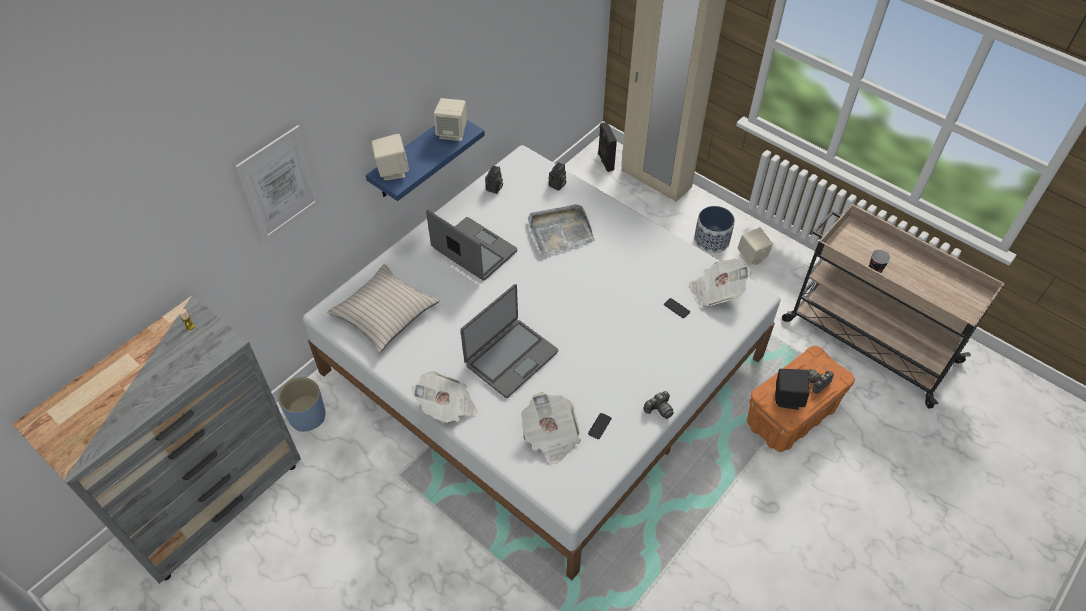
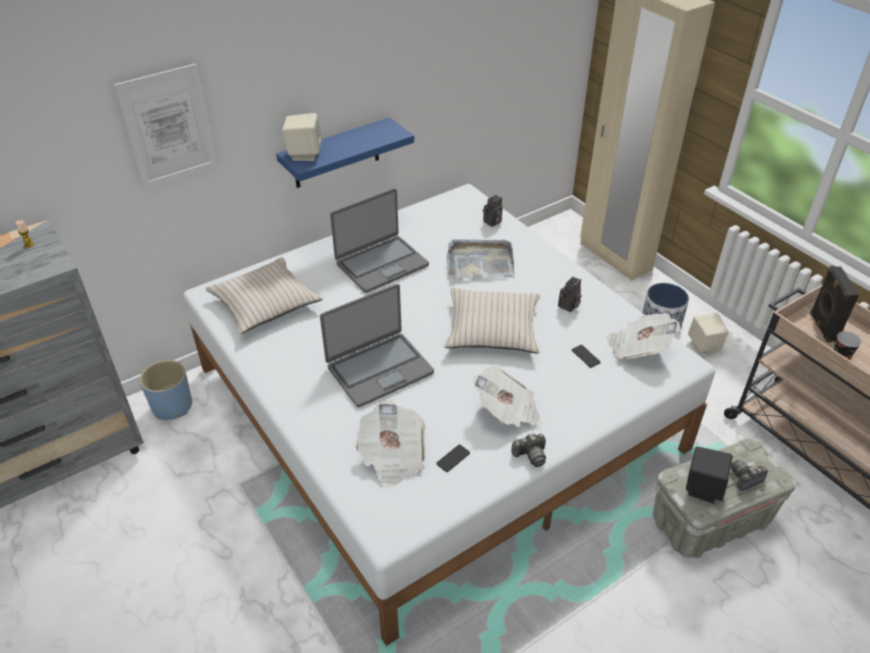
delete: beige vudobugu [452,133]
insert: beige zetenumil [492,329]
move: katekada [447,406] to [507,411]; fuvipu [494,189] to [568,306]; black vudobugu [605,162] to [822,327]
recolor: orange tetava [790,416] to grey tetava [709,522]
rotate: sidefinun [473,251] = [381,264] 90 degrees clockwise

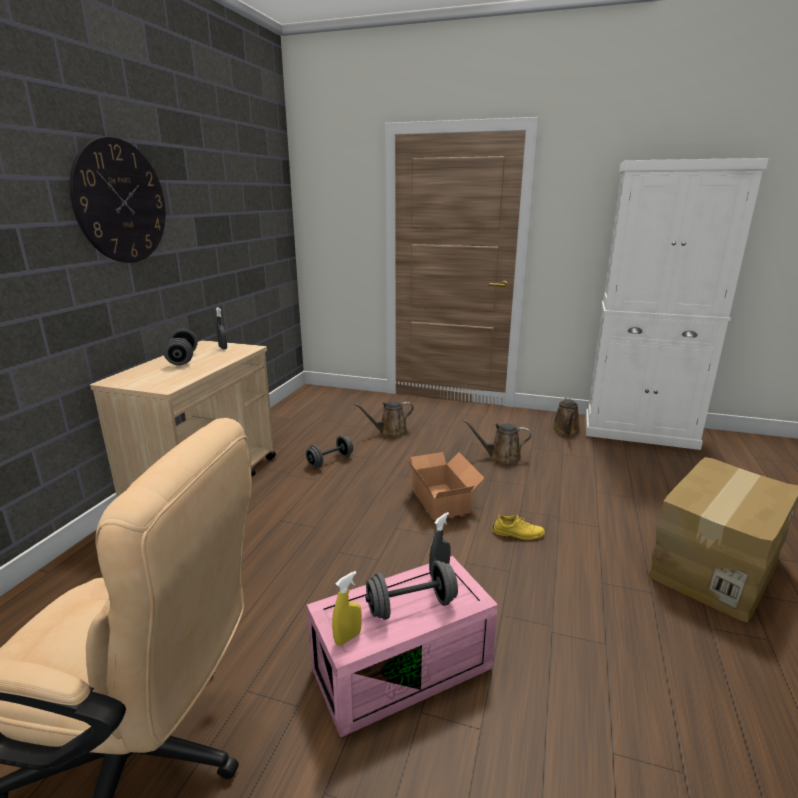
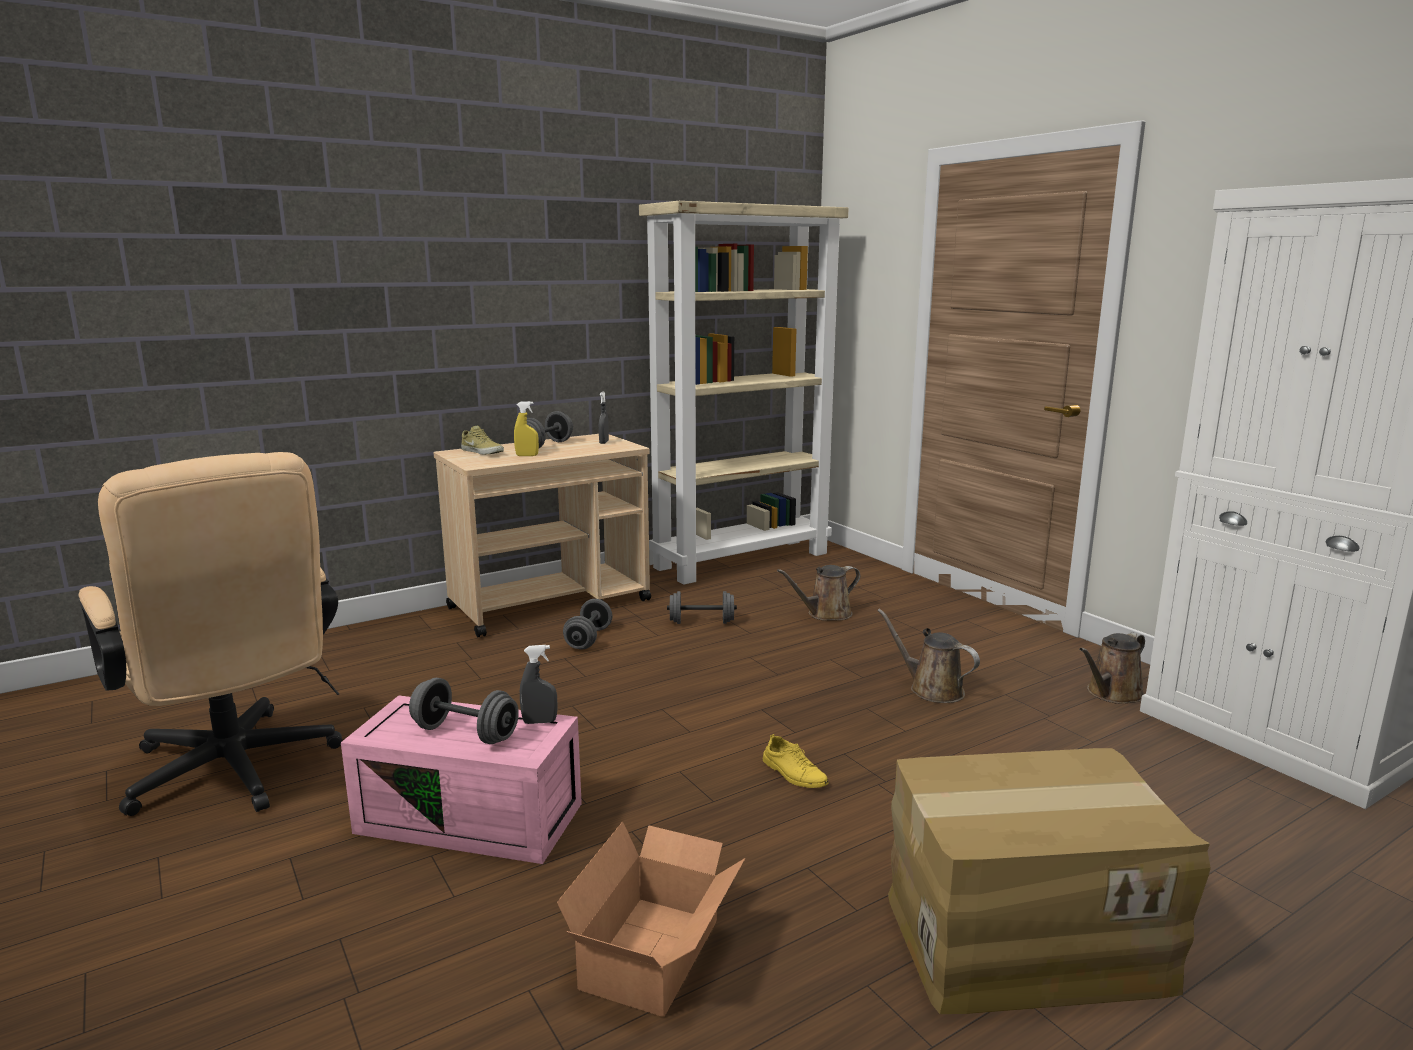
delete: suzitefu [121,202]
insert: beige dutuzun [483,452]; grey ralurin [588,639]; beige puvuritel [742,560]
move: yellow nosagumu [348,638] to [527,455]; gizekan [442,500] to [657,953]
rotate: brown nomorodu [390,432] = [825,614] 45 degrees counterclockwise

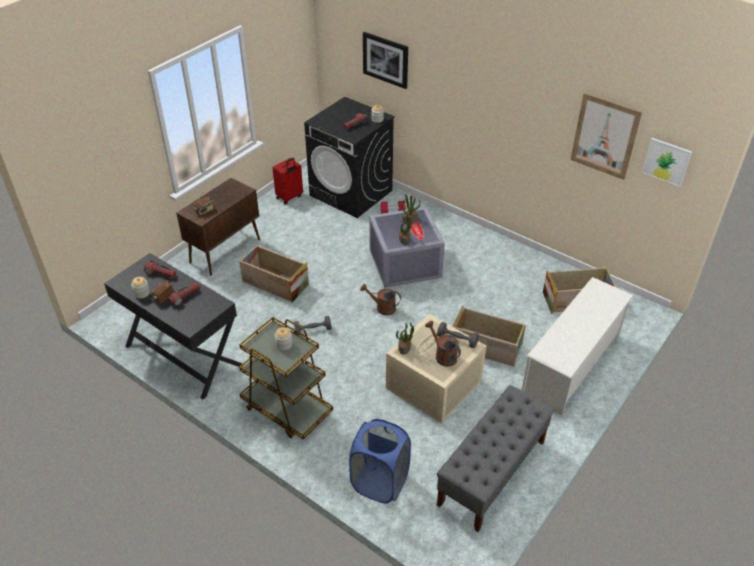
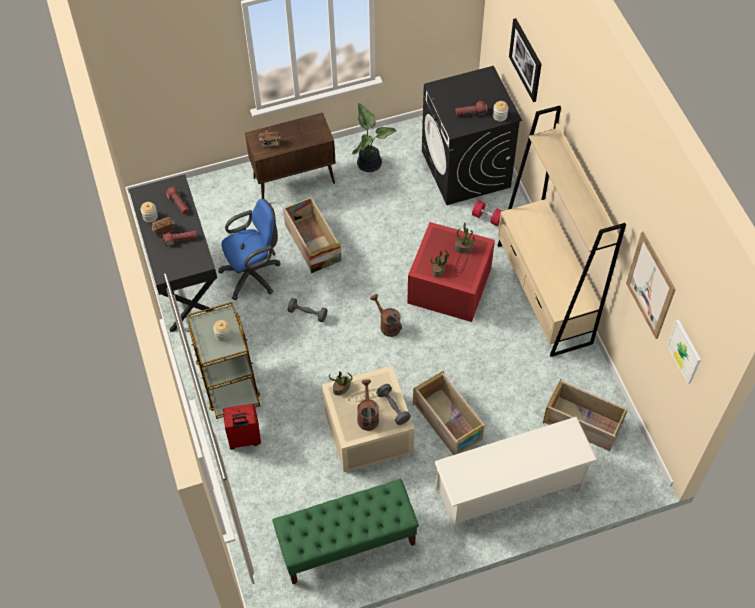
delete: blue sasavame [380,482]
insert: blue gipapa [254,274]; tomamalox [370,163]; beige puvuritel [544,293]
move: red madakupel [289,197] to [244,439]
recolor: grey tetava [403,263] to red tetava [448,284]; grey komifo [492,473] to green komifo [346,543]

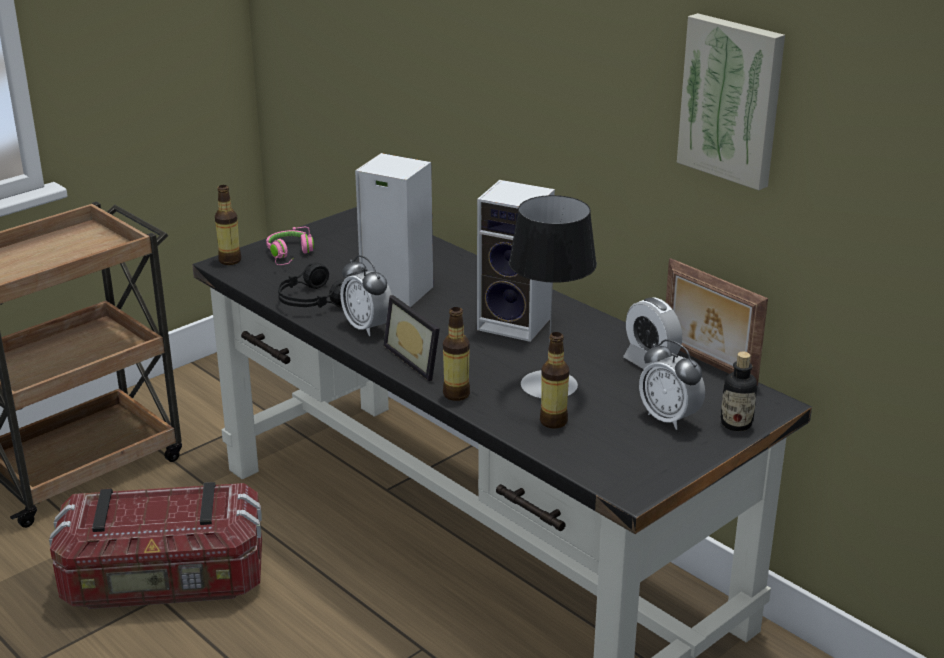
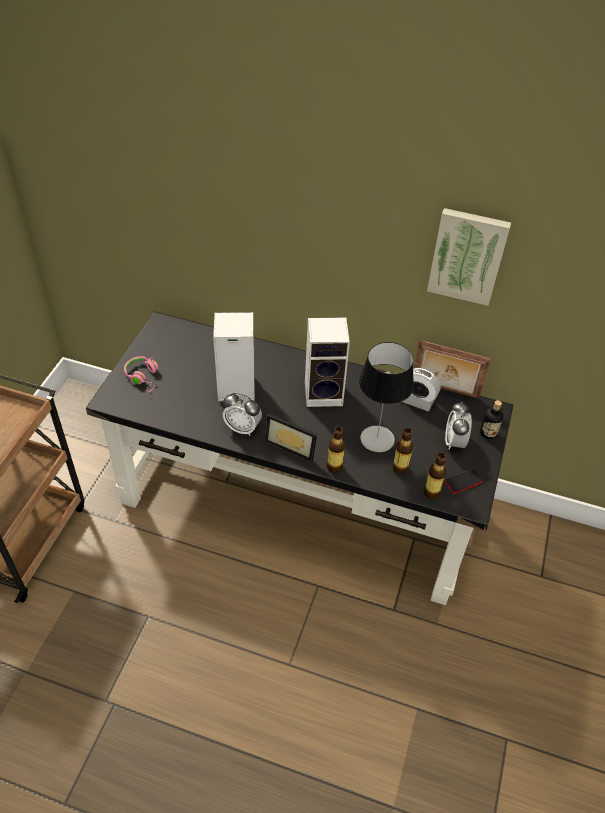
delete: tetava [165,583]; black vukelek [312,301]
insert: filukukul [463,481]
move: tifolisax [230,260] to [431,492]
rotate: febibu [669,418] = [454,442] 75 degrees clockwise

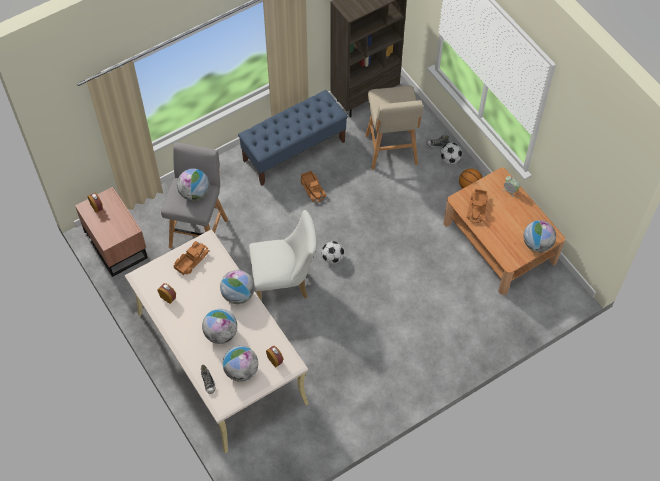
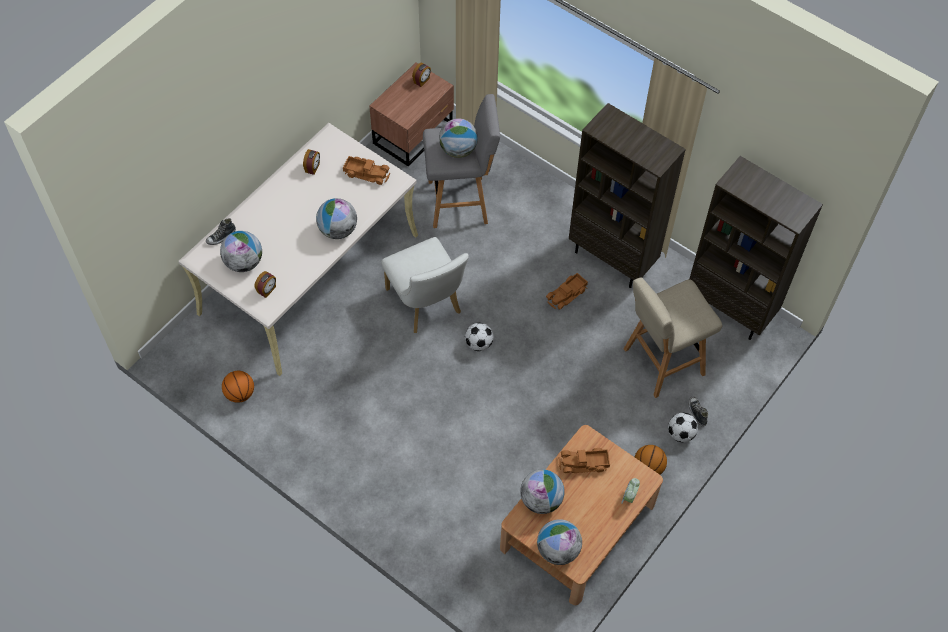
insert: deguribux [240,393]
move: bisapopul [221,333] to [541,500]
replace: blue komifo [294,151] to brown puvuritel [613,259]

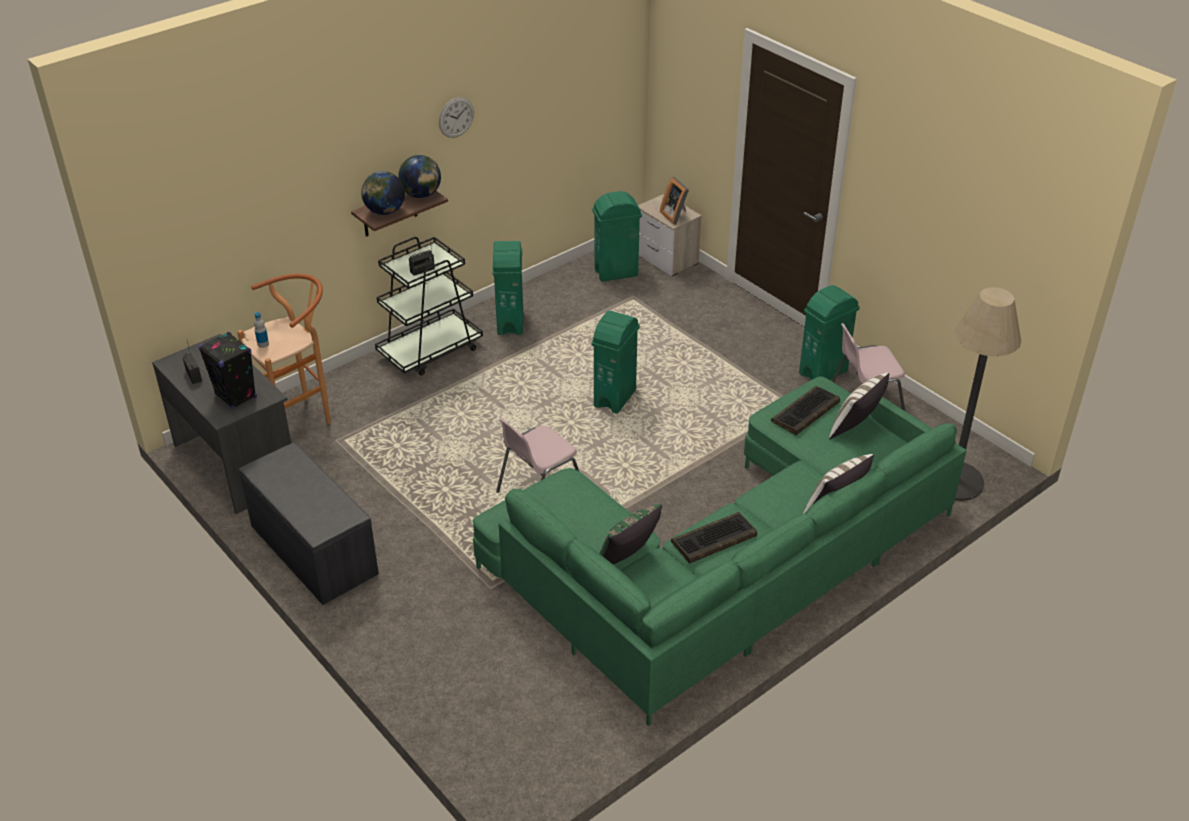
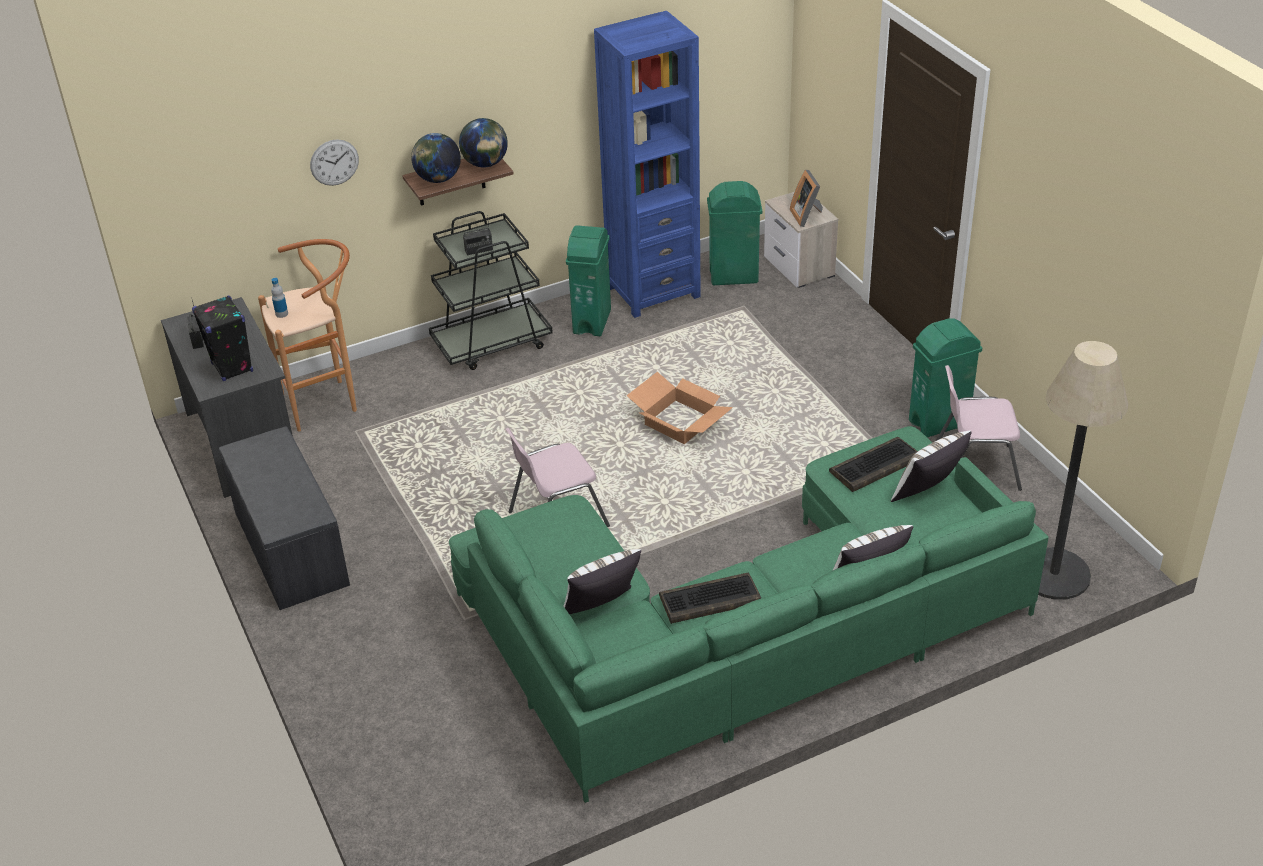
insert: blue puvuritel [653,291]
move: suzitefu [456,117] to [334,162]
replace: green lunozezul [615,398] to gizekan [681,422]
recolor: green zetenumil [627,562] to white zetenumil [602,611]

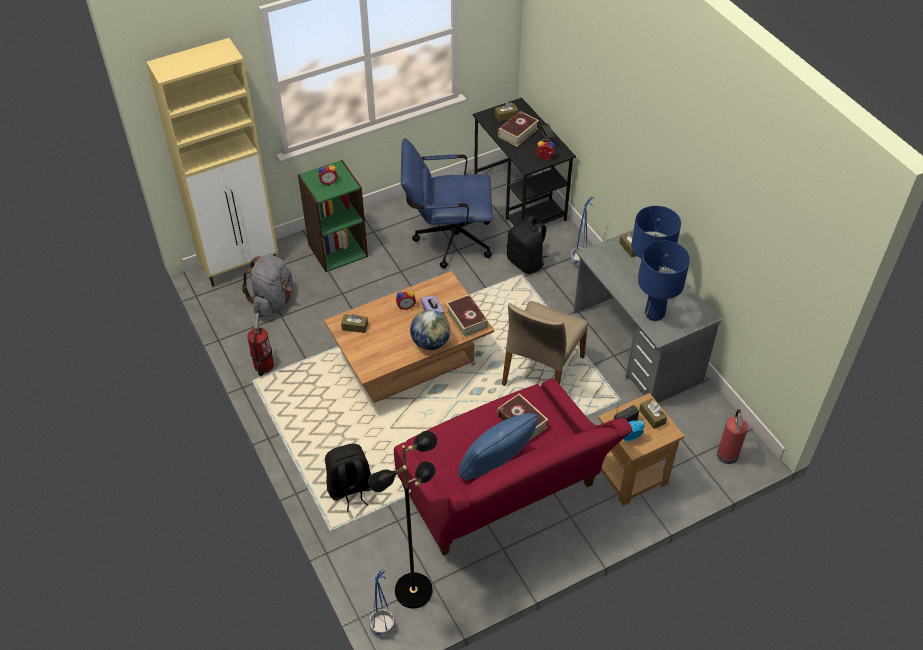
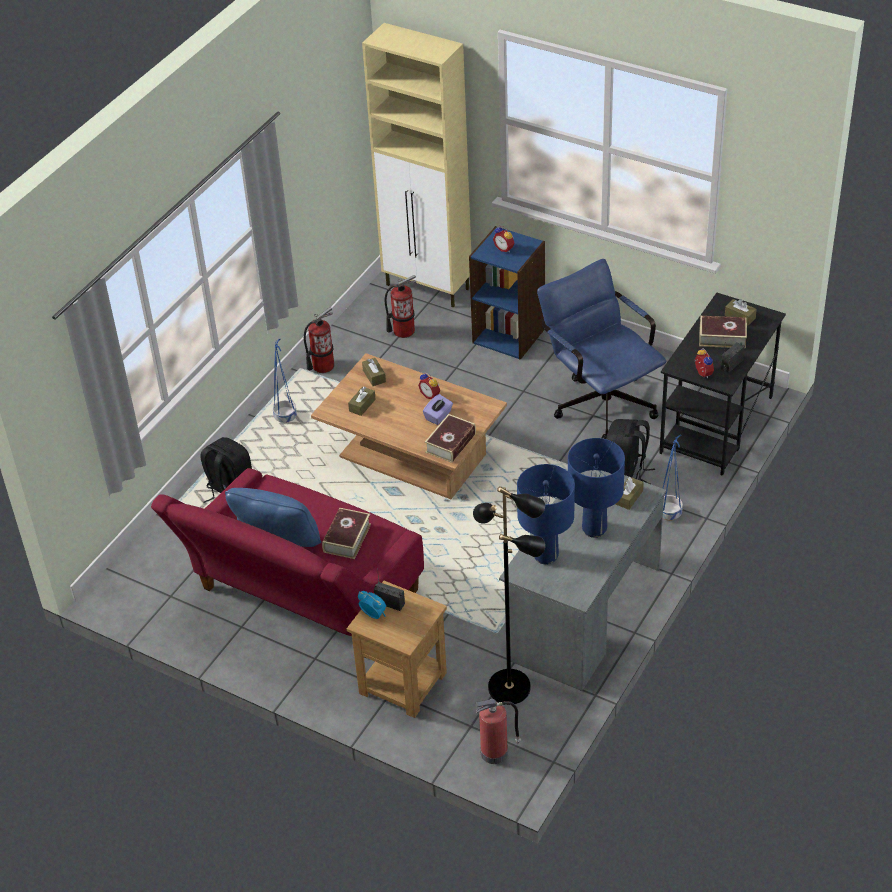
delete: bisapopul [430,342]; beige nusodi [541,371]
move: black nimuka [413,590] to [510,687]; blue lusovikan [383,626] to [286,417]; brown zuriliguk [652,417] to [362,405]
replace: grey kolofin [273,302] to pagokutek [403,331]
recolor: green puvuritel [337,250] to blue puvuritel [509,335]

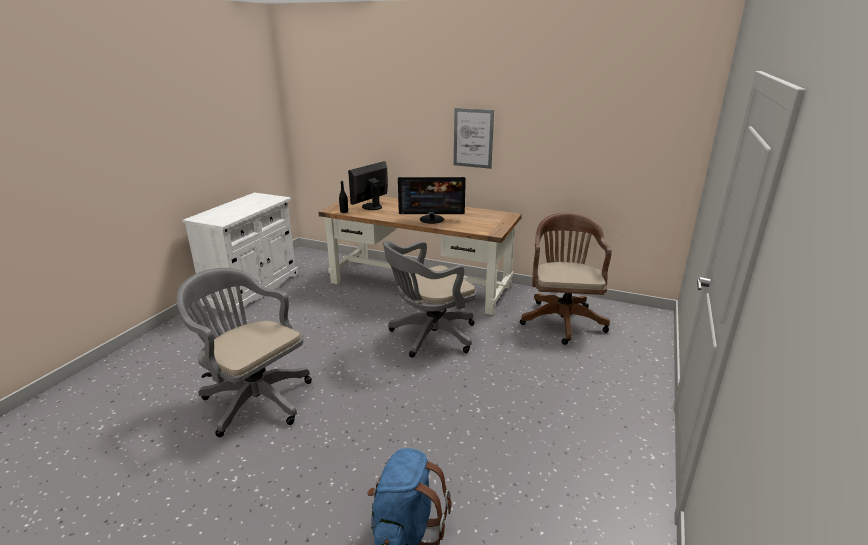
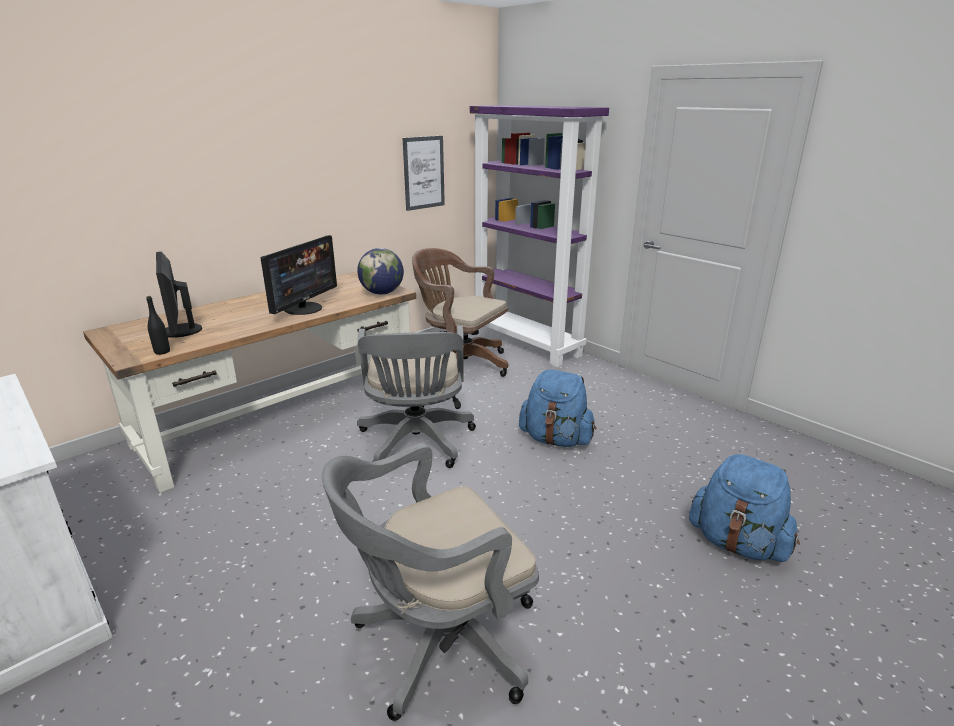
insert: bisapopul [382,293]; purple puvuritel [528,344]; blue kolofin [556,439]
move: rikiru [473,138] to [424,173]

